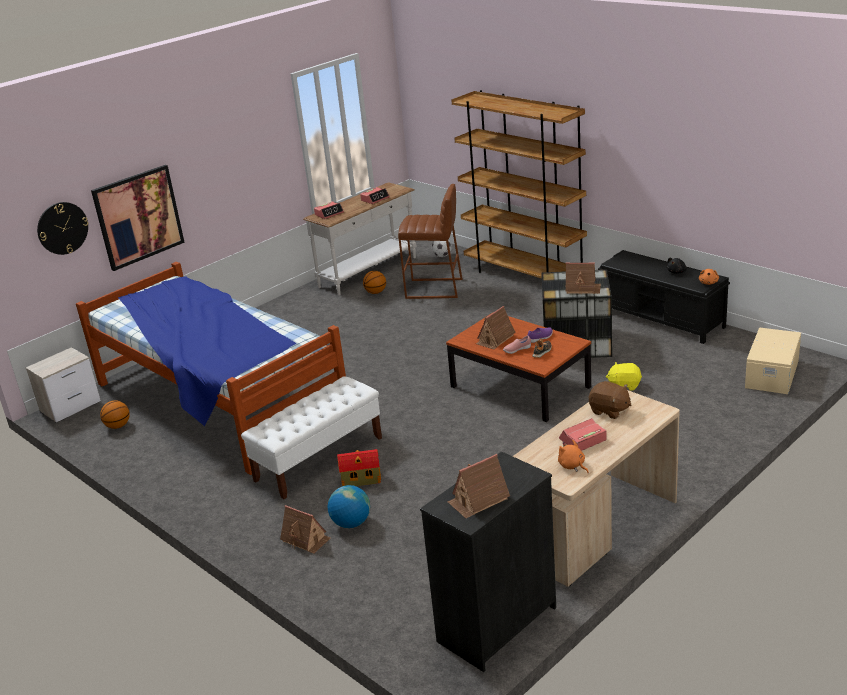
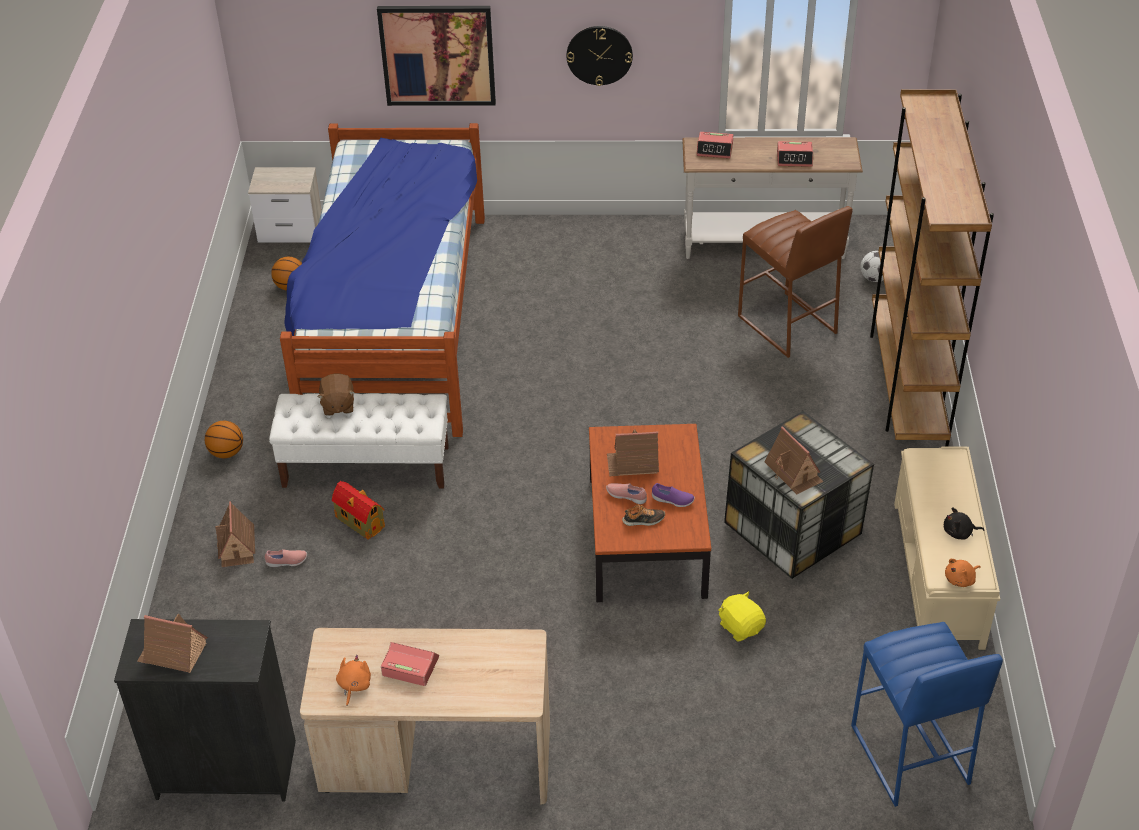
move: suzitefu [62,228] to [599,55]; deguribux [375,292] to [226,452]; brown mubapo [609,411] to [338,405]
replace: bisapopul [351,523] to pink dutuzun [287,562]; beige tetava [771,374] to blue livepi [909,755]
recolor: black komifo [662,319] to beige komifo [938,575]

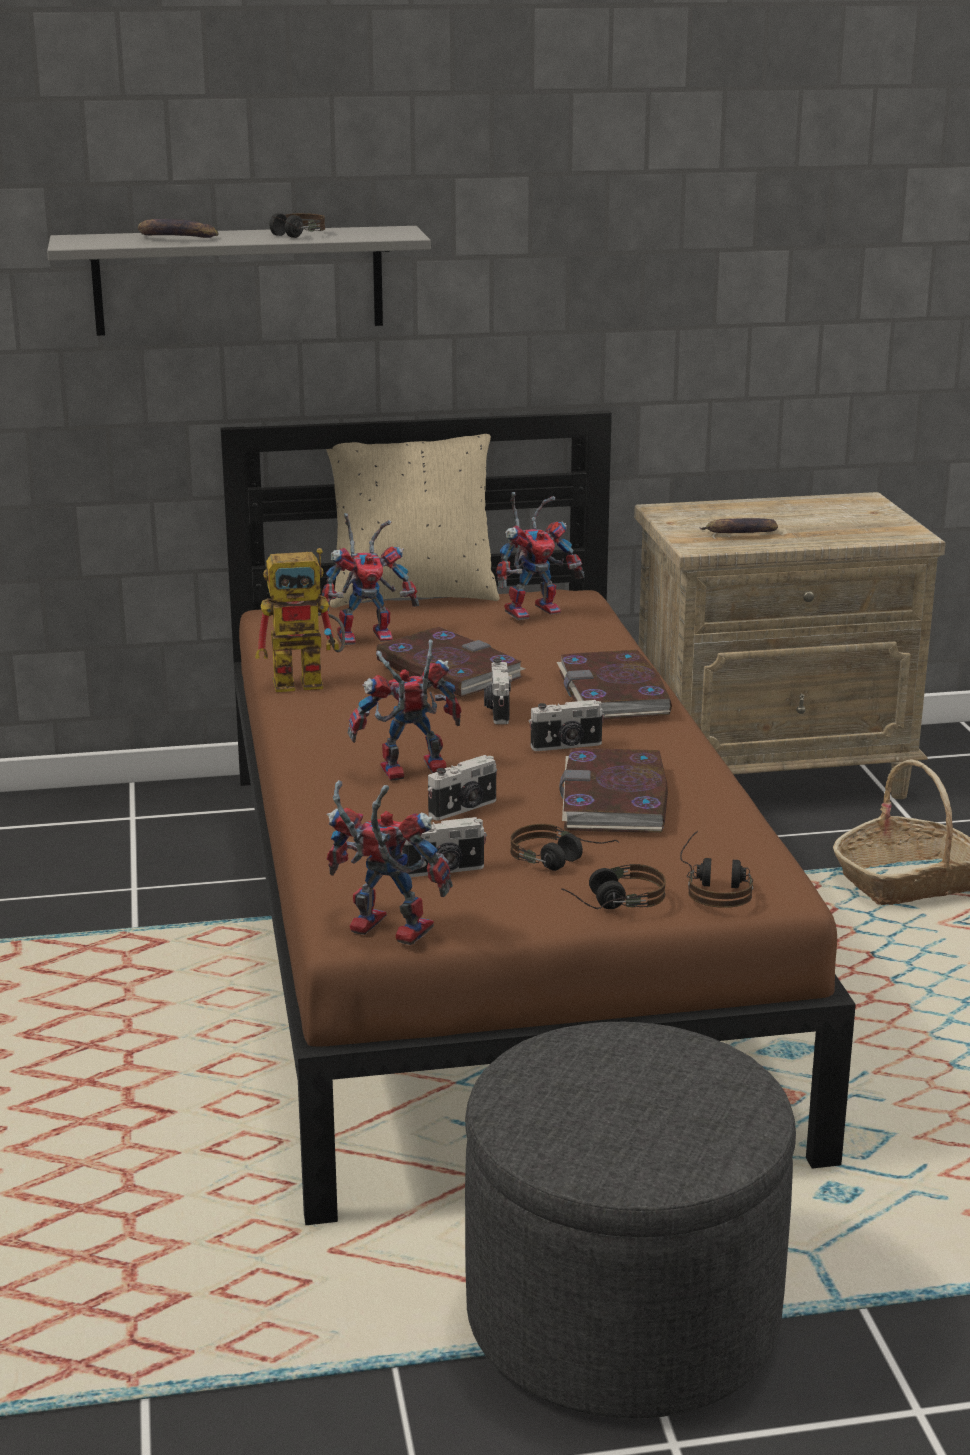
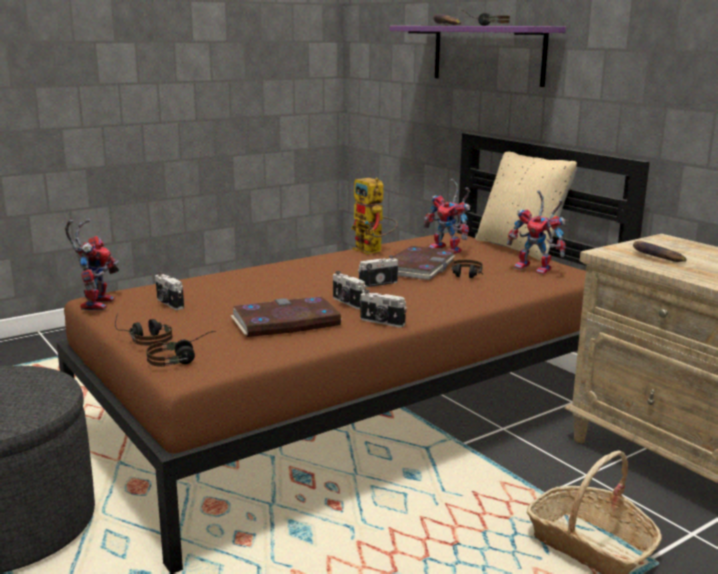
delete: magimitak [408,772]; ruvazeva [614,693]
move: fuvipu [464,809] to [381,322]; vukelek [562,862] to [467,277]
recolor: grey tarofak [238,280] to purple tarofak [487,54]

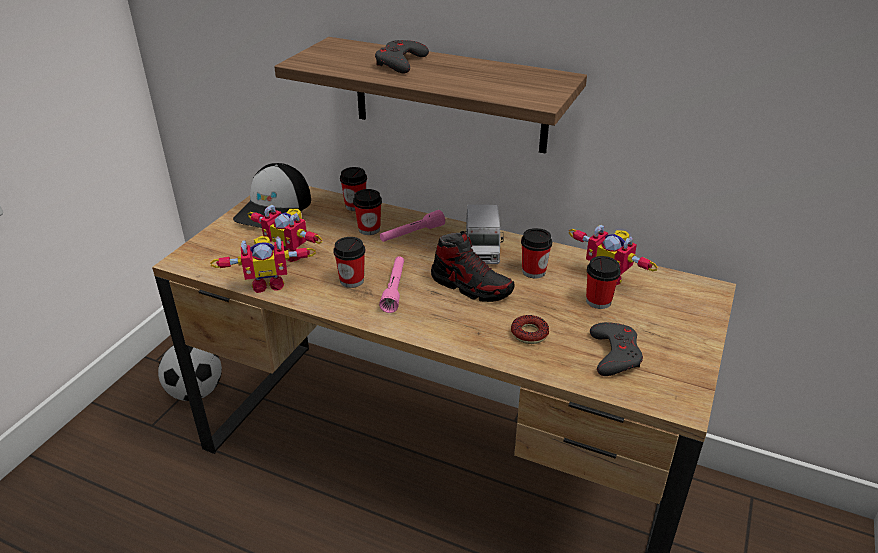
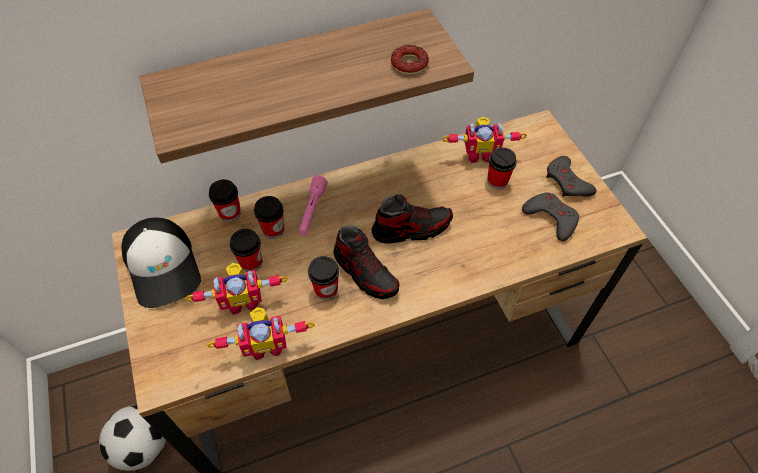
delete: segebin [482,249]
move: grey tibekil [400,62] to [567,182]; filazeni [529,333] to [409,64]; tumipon [533,271] to [251,262]
replace: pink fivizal [394,289] to dutuzun [366,272]
rotate: magimitak [268,283] = [266,344] 45 degrees clockwise

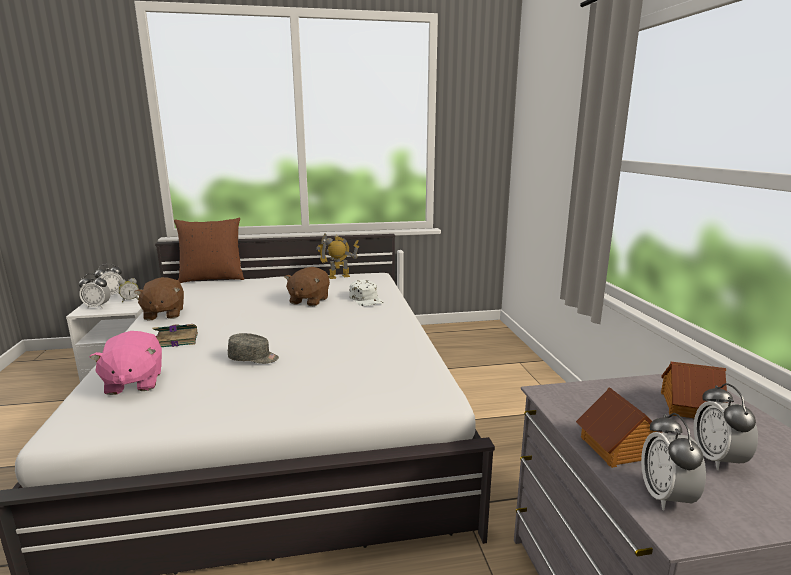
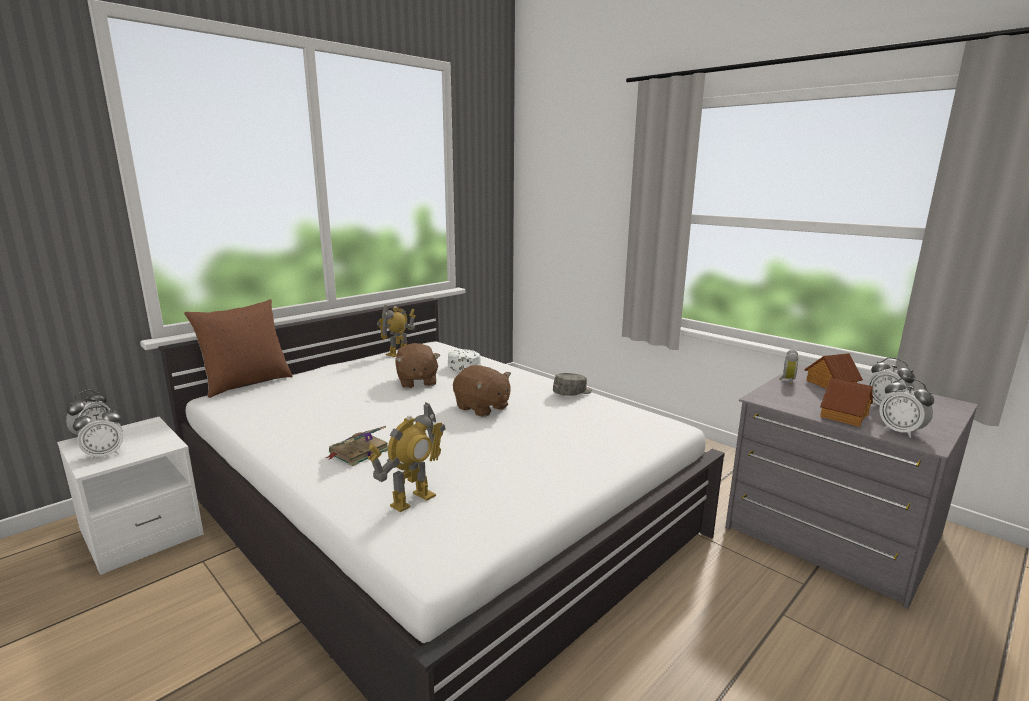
move: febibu [130,300] to [786,381]; brown mubapo [163,314] to [482,408]; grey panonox [253,358] to [573,393]
replace: pink mubapo [133,383] to magimitak [412,500]

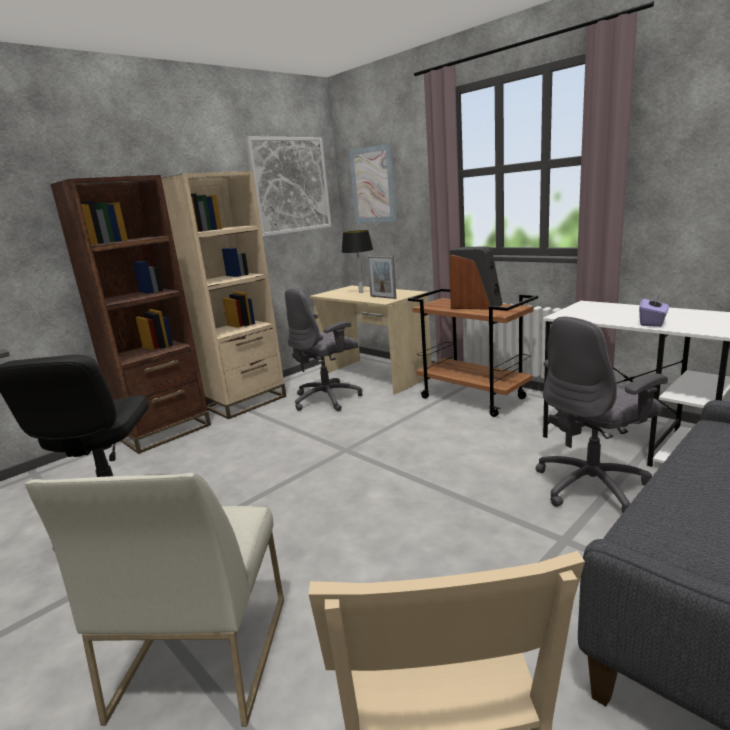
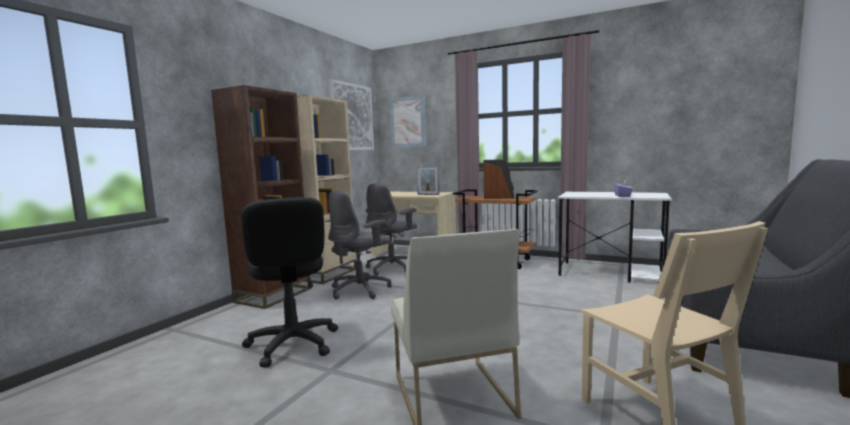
delete: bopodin [361,292]
move: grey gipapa [593,486] to [361,290]

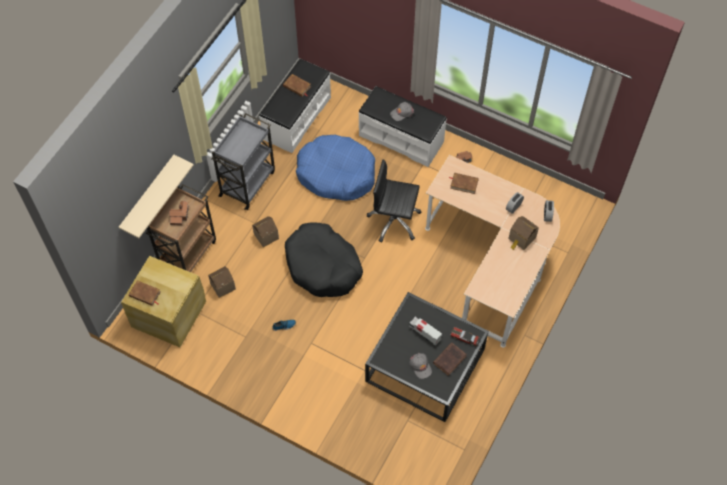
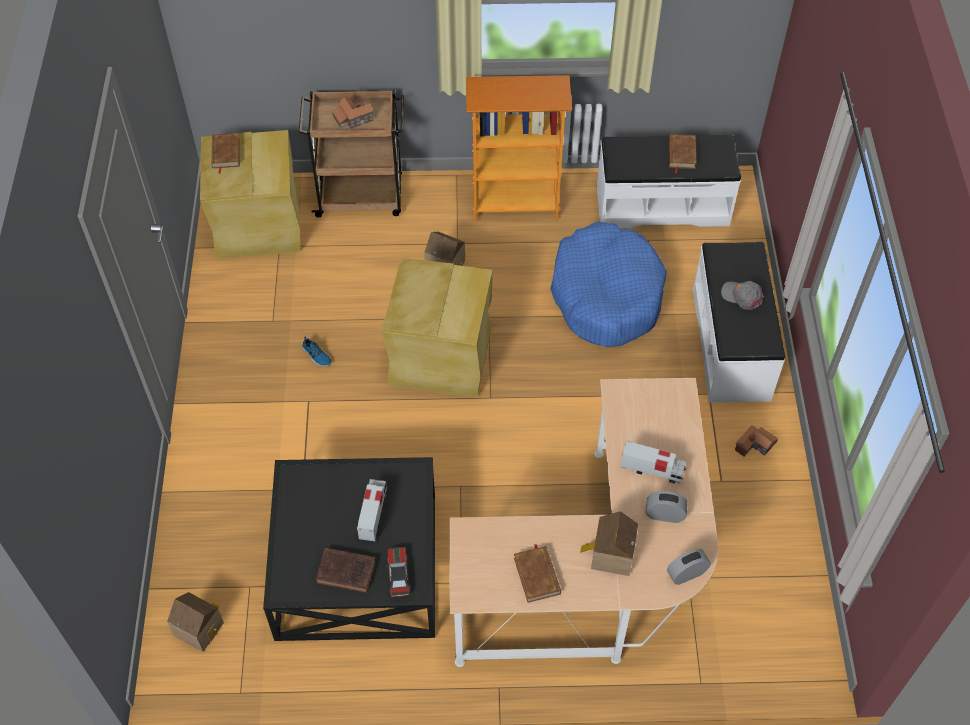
delete: beige tarofak [148,196]; black gipapa [394,221]; grey panonox [420,366]
insert: segebin [652,470]
move: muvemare [222,285] to [200,627]; brown ruvazeva [464,184] to [537,575]
replace: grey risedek [248,182] to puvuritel [515,204]; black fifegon [323,266] to beige tetava [442,354]

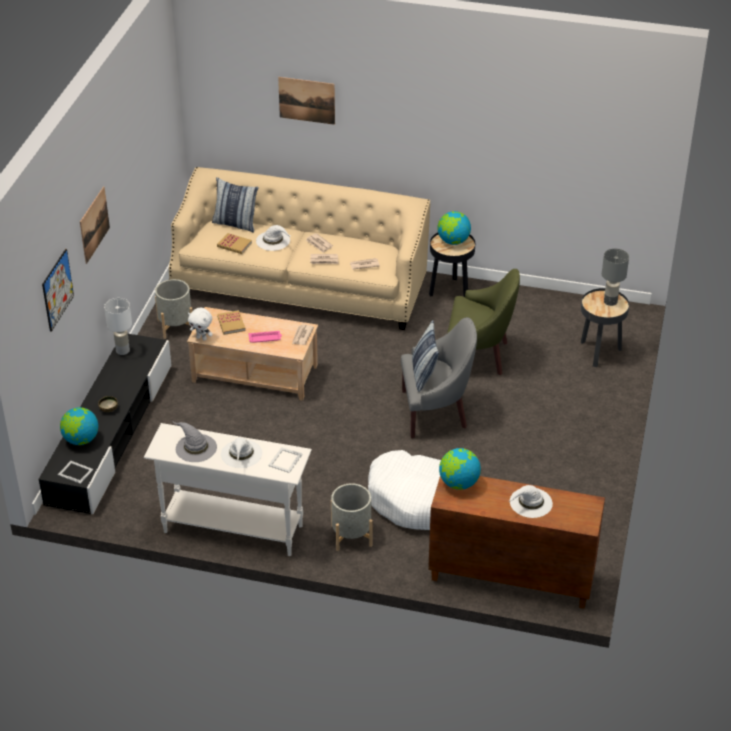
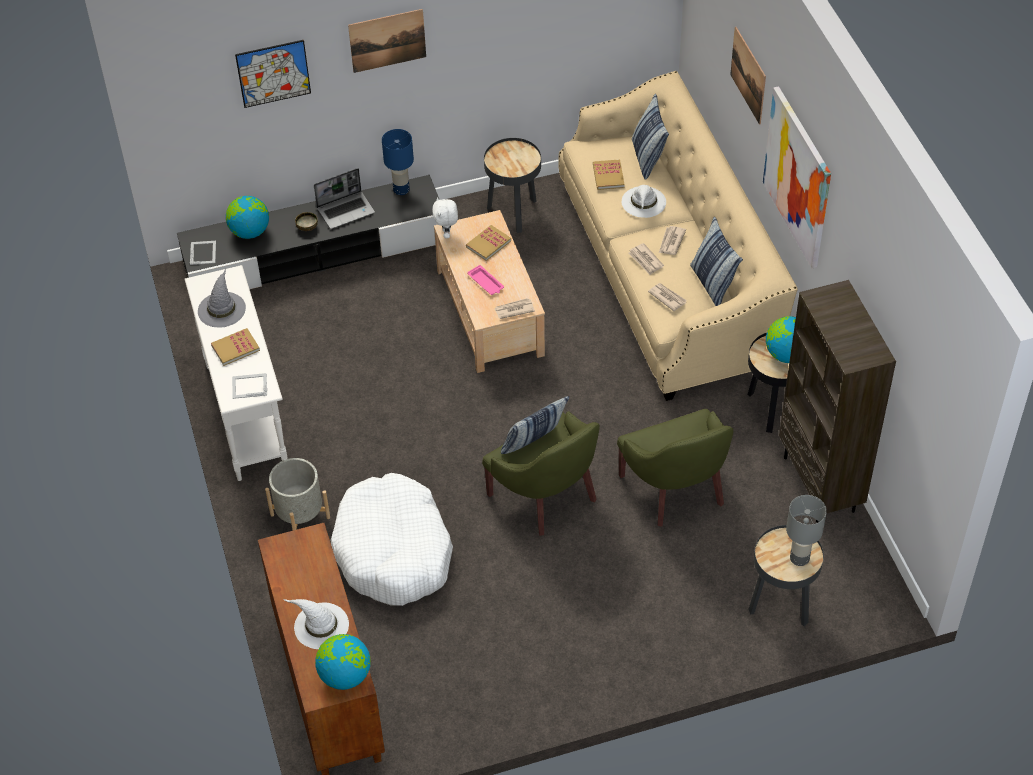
insert: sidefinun [346,210]; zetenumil [713,283]; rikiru [798,177]; brown puvuritel [820,484]
move: bisapopul [458,483] to [345,675]
replace: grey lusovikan [175,326] to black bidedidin [513,213]; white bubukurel [241,454] to ruvazeva [235,348]
recolor: white bopodin [122,350] to blue bopodin [401,189]; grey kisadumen [435,411] to green kisadumen [547,495]

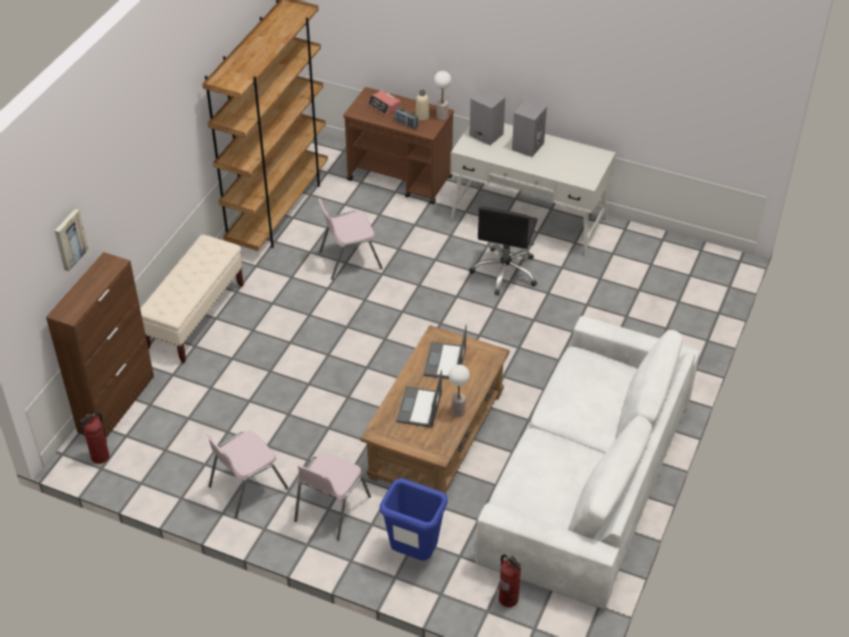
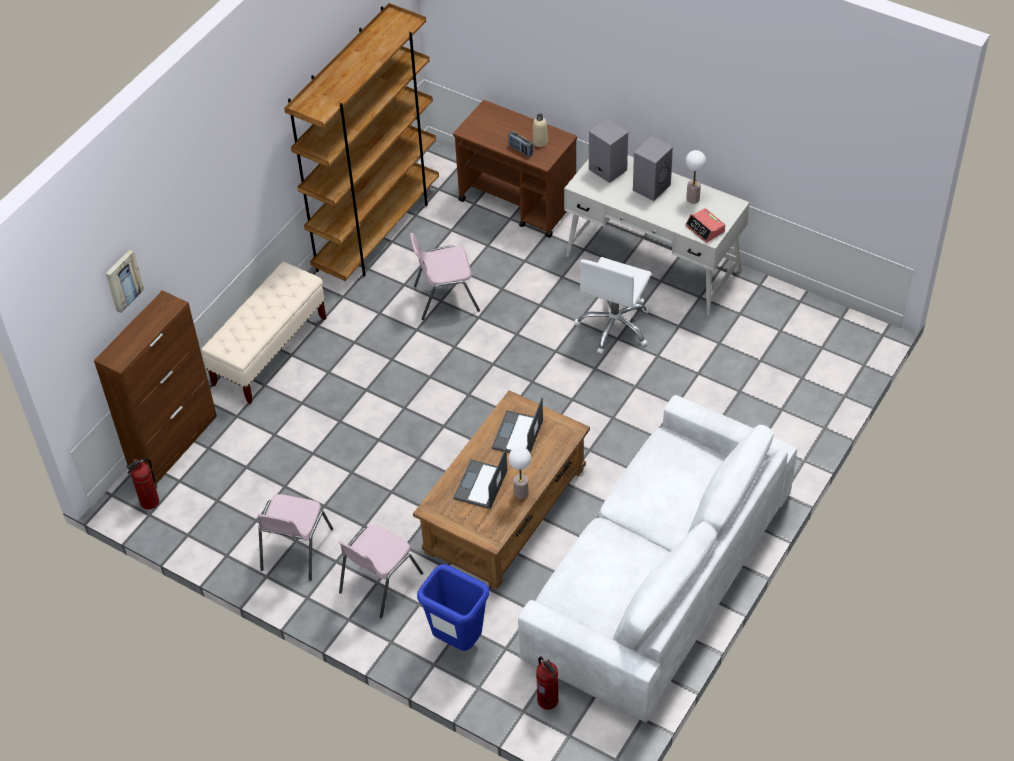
move: febibu [384,106] to [705,229]; bopodin [442,116] to [692,198]
recolor: black gipapa [505,272] to white gipapa [614,326]
rotate: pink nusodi [246,487] = [295,550] 45 degrees counterclockwise

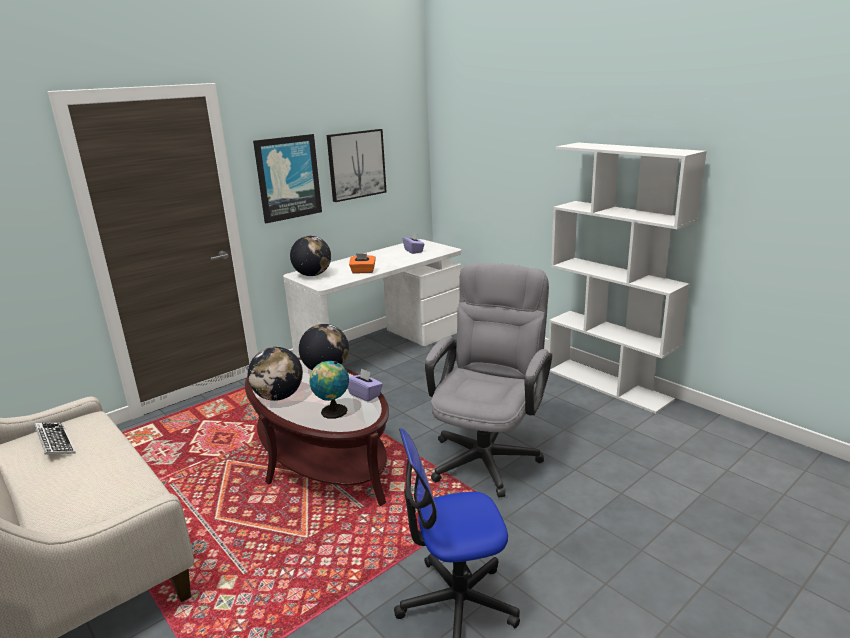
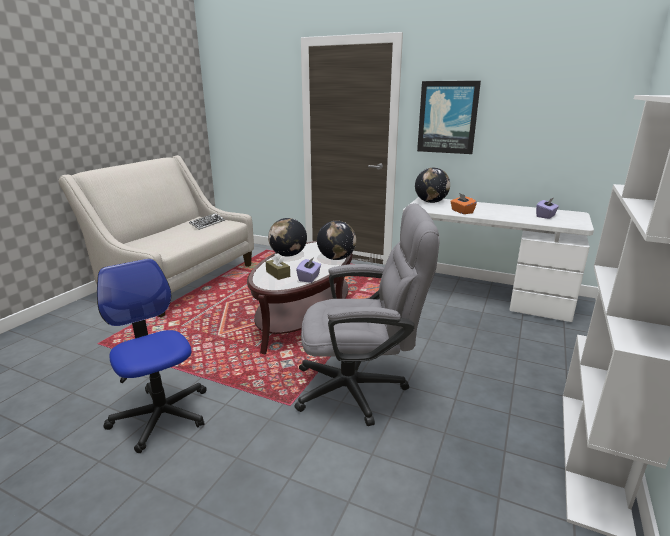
delete: rikiru [356,164]
replace: bisapopul [332,412] to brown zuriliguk [278,274]

